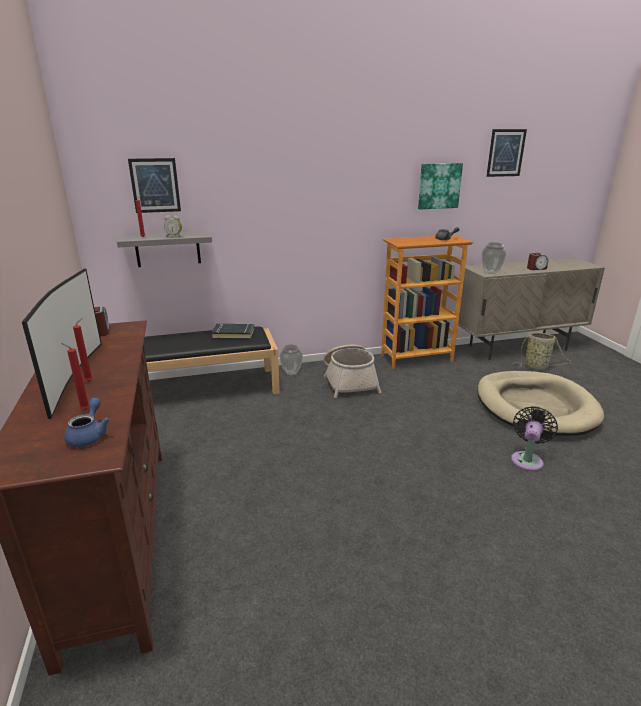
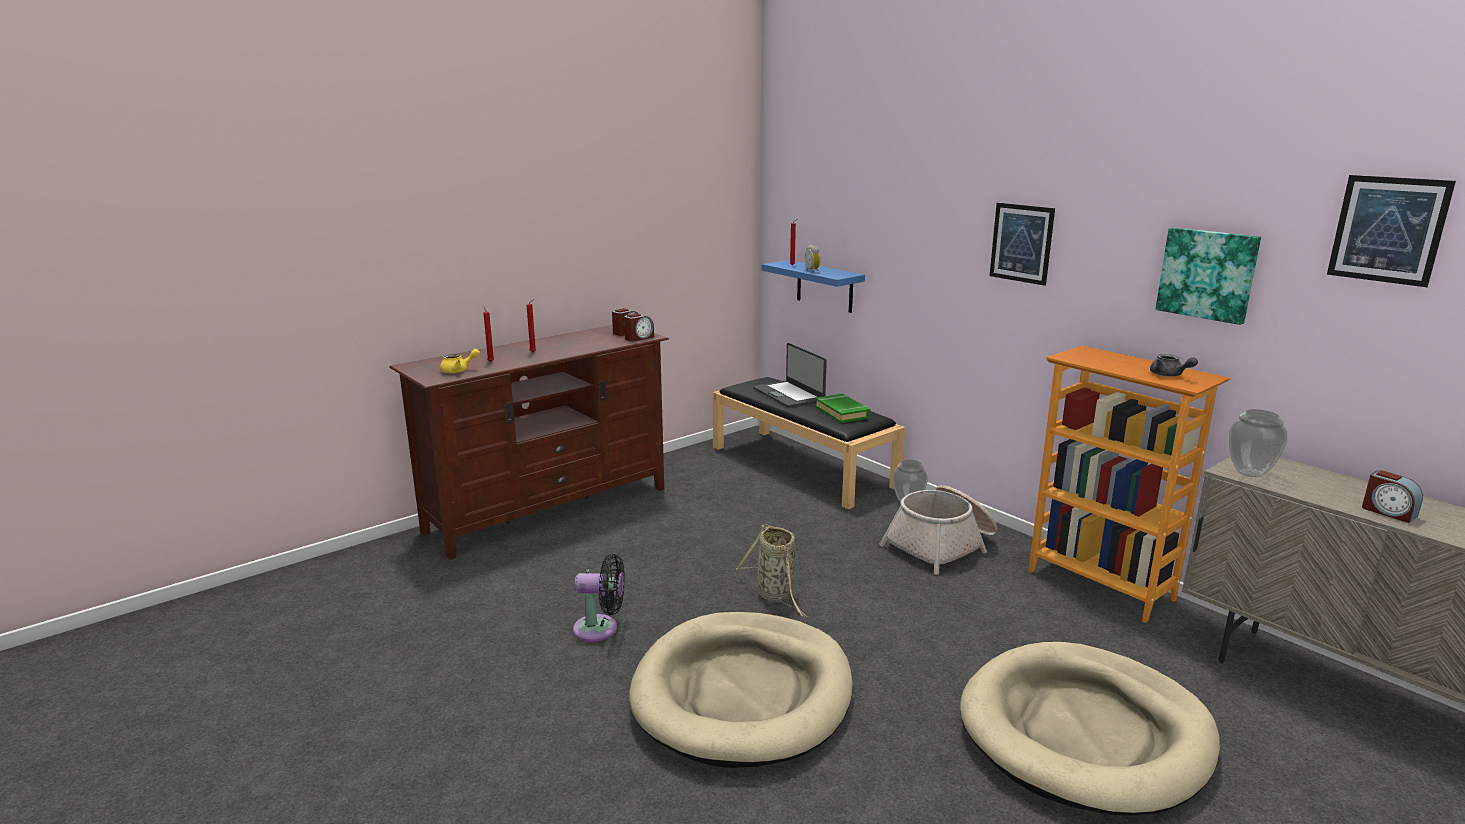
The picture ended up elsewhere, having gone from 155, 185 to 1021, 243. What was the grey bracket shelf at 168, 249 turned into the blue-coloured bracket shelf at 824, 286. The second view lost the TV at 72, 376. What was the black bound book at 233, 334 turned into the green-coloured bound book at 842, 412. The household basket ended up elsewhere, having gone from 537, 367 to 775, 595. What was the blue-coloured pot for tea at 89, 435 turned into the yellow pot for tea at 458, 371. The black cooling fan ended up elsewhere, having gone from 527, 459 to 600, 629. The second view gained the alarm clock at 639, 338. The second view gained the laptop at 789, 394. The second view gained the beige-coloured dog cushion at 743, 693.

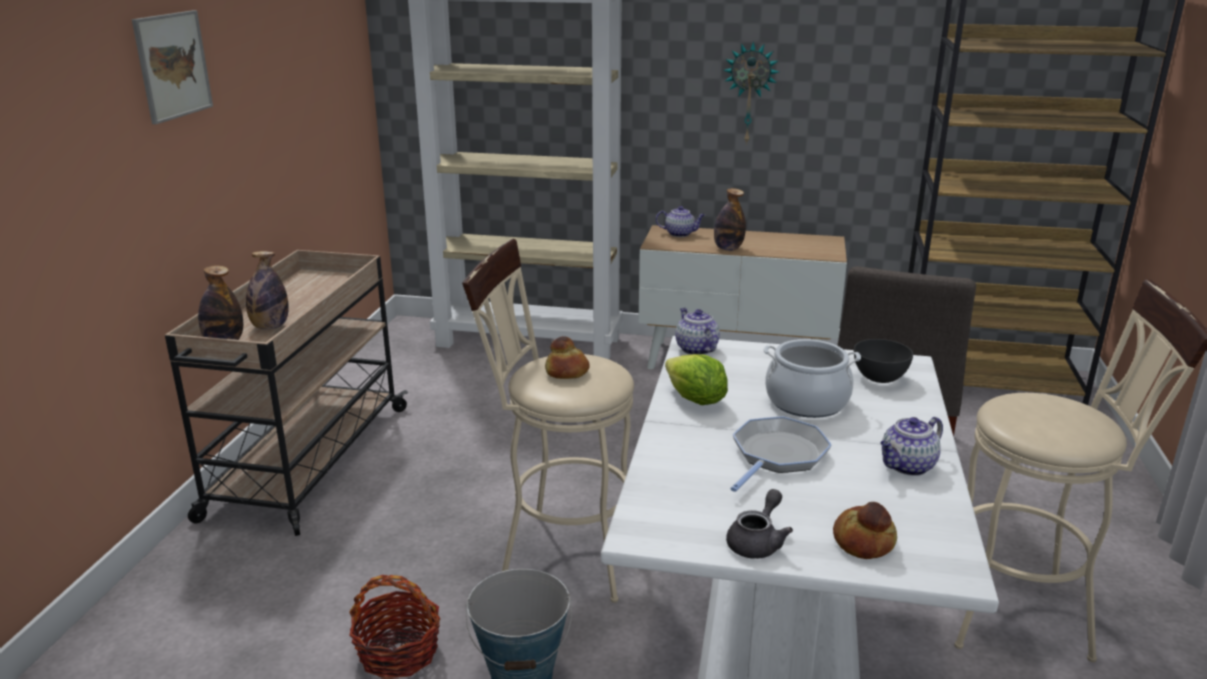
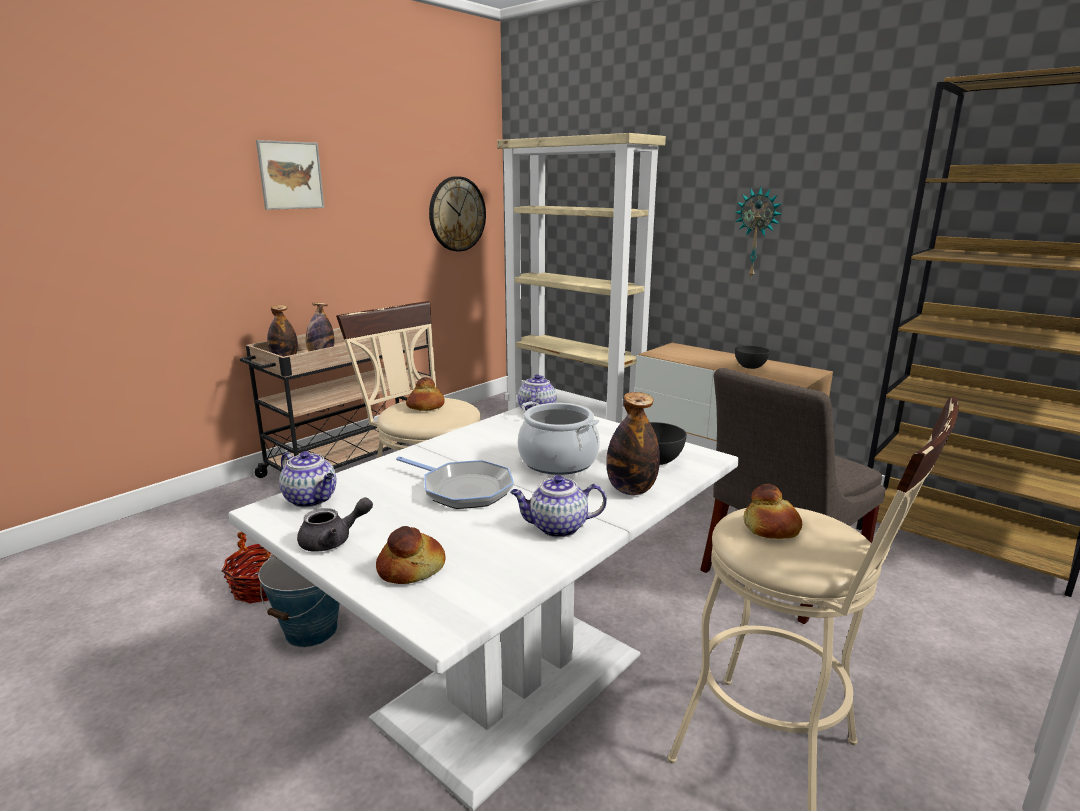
The bottle ended up elsewhere, having gone from 728, 249 to 631, 490. The pot for tea ended up elsewhere, having gone from 680, 234 to 312, 499. The second view lost the lettuce head at 695, 400. The skillet at 777, 455 ended up facing another way, 60 degrees clockwise from before. The second view gained the hanging clock at 457, 214. The second view gained the grey bowl at 750, 367. The second view gained the bread at 770, 529.

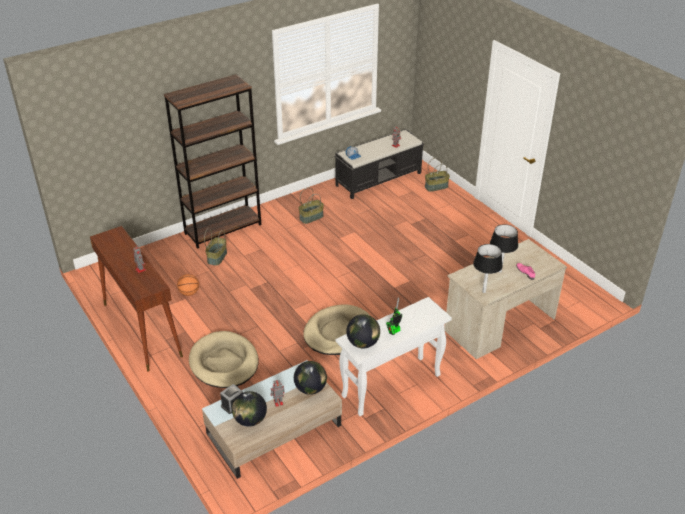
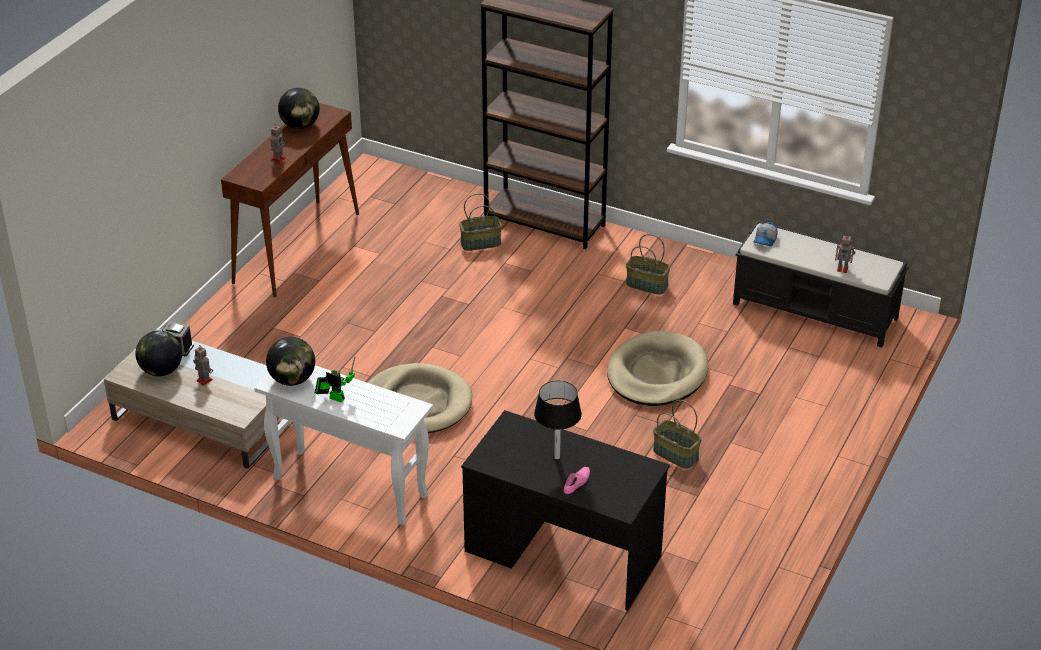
The household basket ended up elsewhere, having gone from 436, 186 to 676, 454. What was the beige-coloured desk at 499, 325 turned into the black desk at 562, 553. The second view lost the black table lamp at 484, 291. The second view lost the basketball at 189, 293. The beige-coloured dog cushion ended up elsewhere, having gone from 224, 362 to 656, 373. The desk globe ended up elsewhere, having gone from 310, 389 to 300, 126.

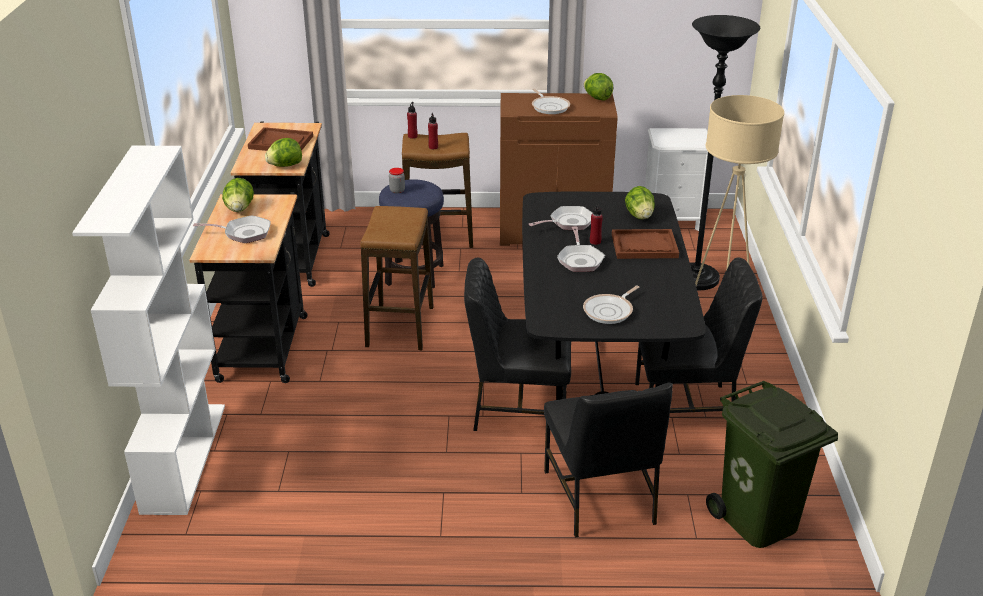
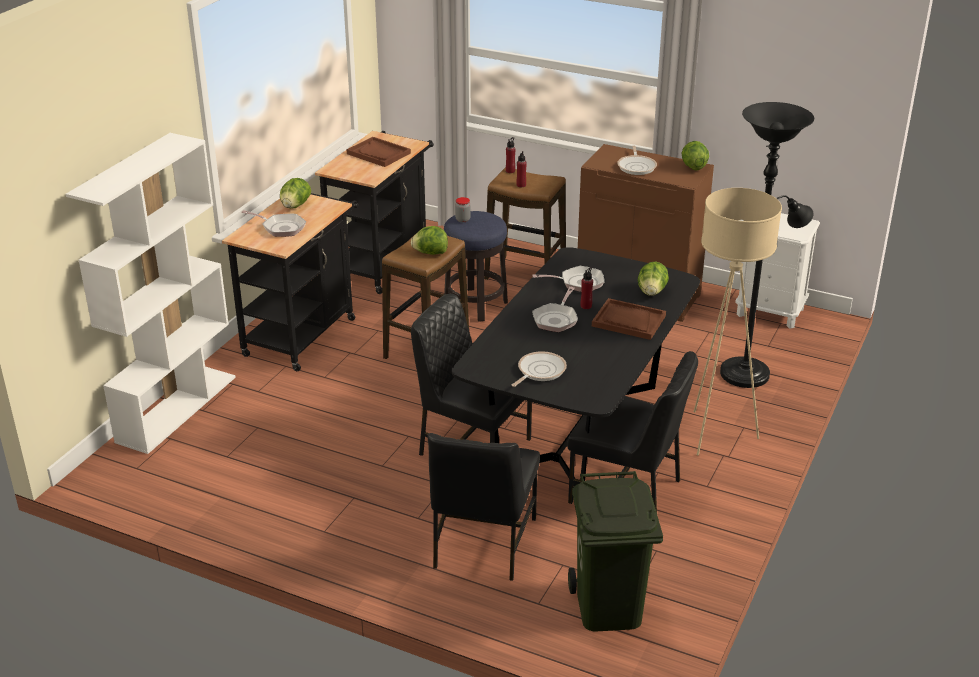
The lettuce head ended up elsewhere, having gone from 285, 165 to 430, 253. The skillet at 610, 311 ended up facing another way, 150 degrees clockwise from before.

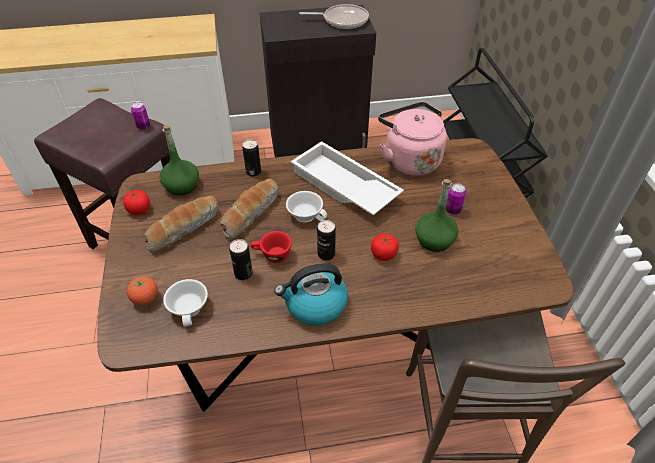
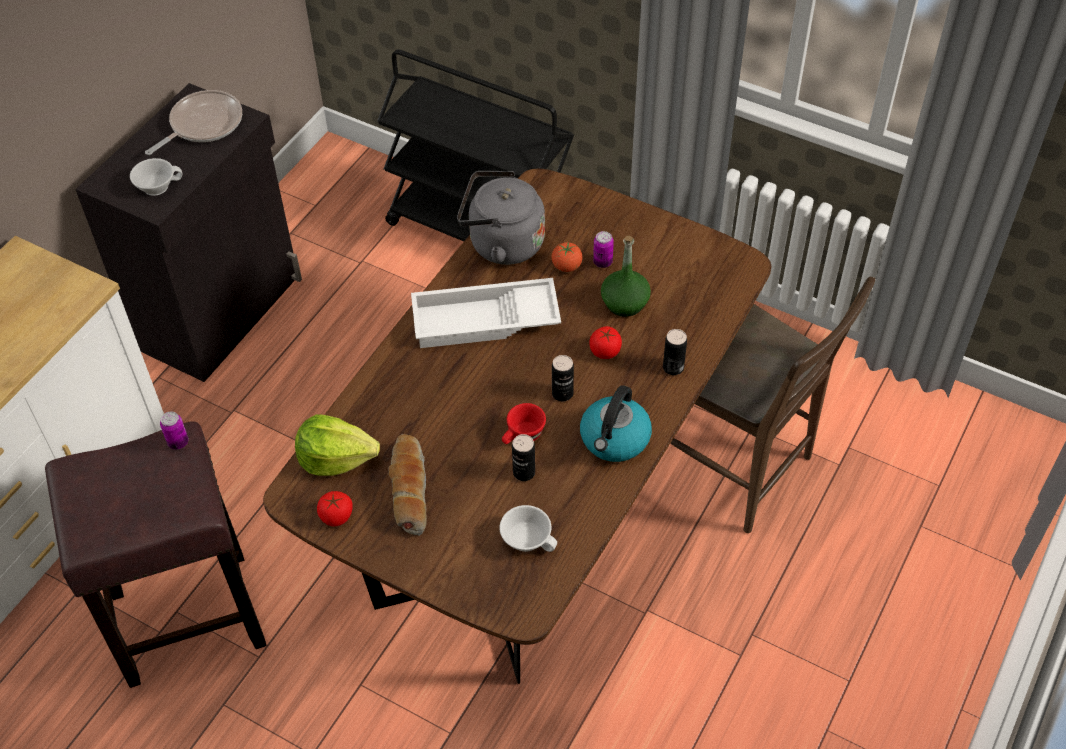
What was the pink-coloured water kettle at 409, 159 turned into the grey water kettle at 501, 244. Where the green-coloured bottle stood at 182, 186, the lettuce head came to stand at 336, 458. The sealed can ended up elsewhere, having gone from 253, 172 to 673, 367. The second view lost the bread at 250, 213. The white cup ended up elsewhere, having gone from 306, 214 to 157, 185. The tomato ended up elsewhere, having gone from 145, 298 to 566, 266.

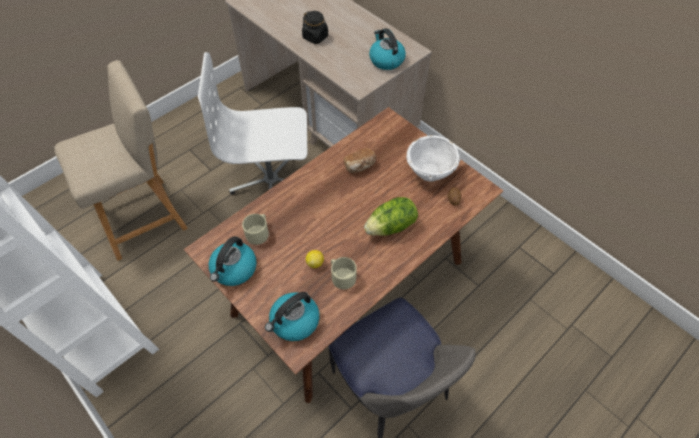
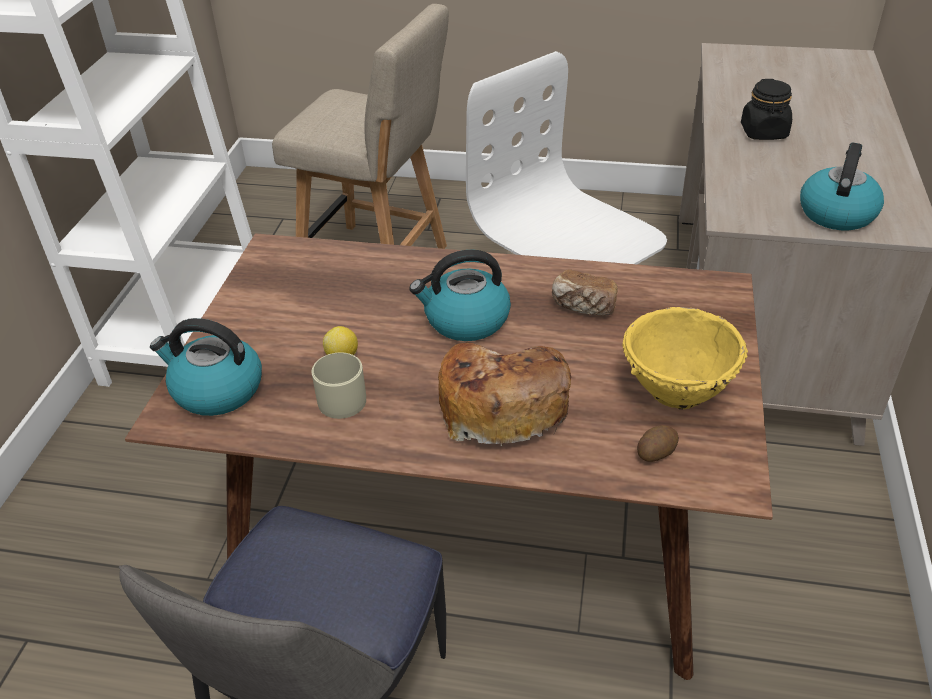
What was the white bowl at 430, 173 turned into the yellow bowl at 676, 392. Where the lettuce head stood at 391, 227, the bread came to stand at 501, 403. The second view lost the beige-coloured mug at 258, 232. The water kettle ended up elsewhere, having gone from 234, 270 to 465, 320.

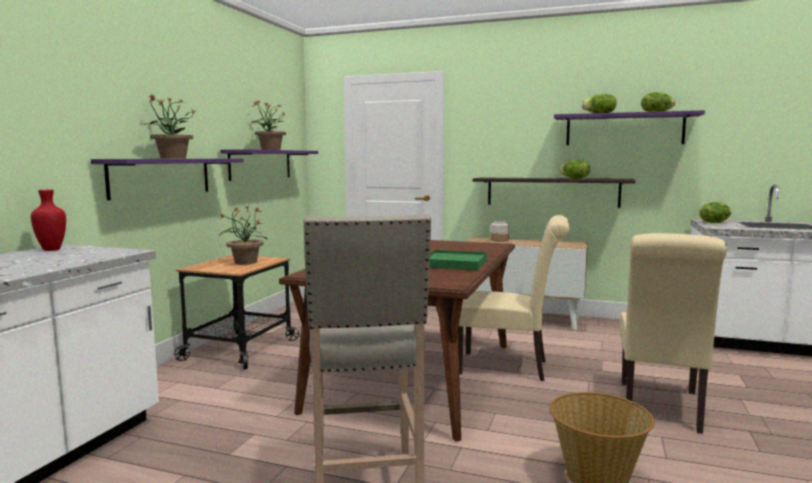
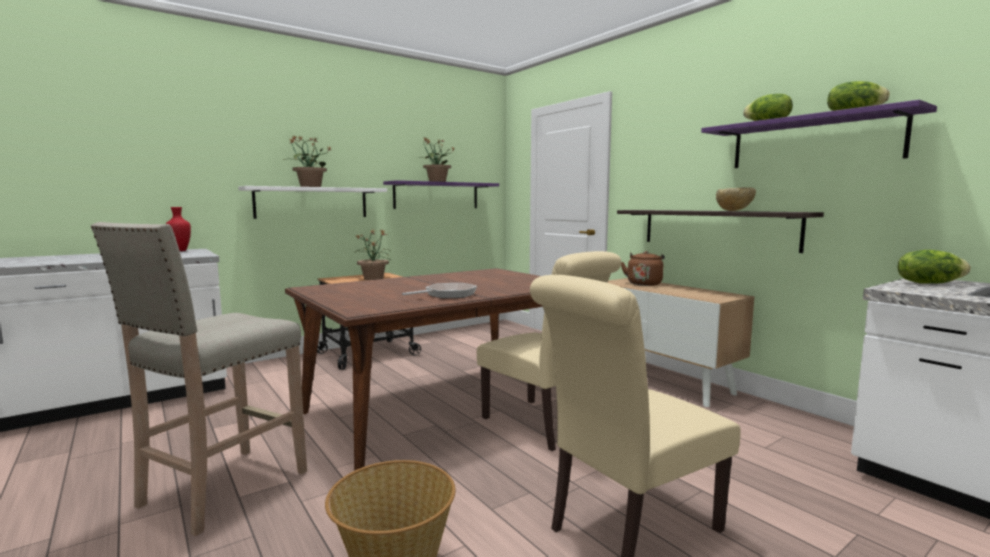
What was the purple bracket shelf at 161, 177 turned into the white bracket shelf at 312, 202. Where the lettuce head stood at 574, 178, the beige-coloured bowl came to stand at 734, 211. Where the preserve jar stood at 499, 240, the brown water kettle came to stand at 644, 283. Where the green-coloured serving tray stood at 454, 263, the skillet came to stand at 447, 295.

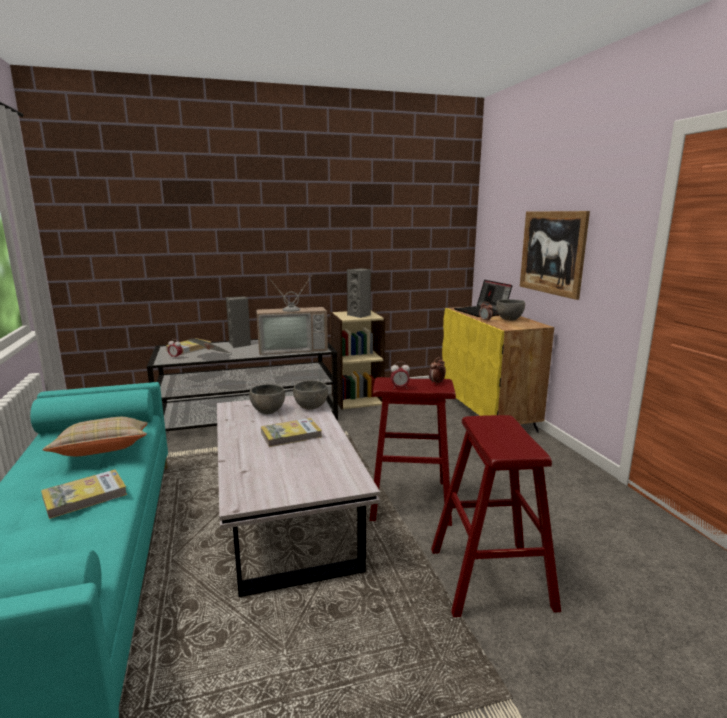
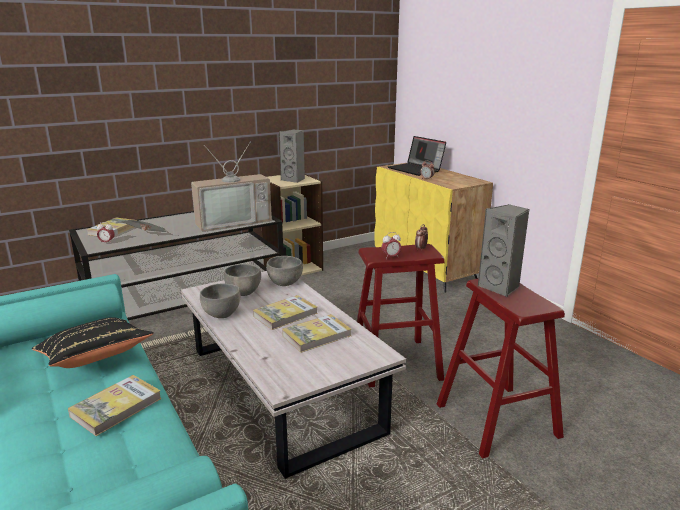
The second view lost the picture at 552, 252. The grey audio speaker ended up elsewhere, having gone from 240, 344 to 501, 287. The grey bowl ended up elsewhere, having gone from 509, 319 to 222, 314. What was the beige-coloured cushion at 103, 452 turned into the black cushion at 95, 358. The second view gained the bound book at 316, 336.

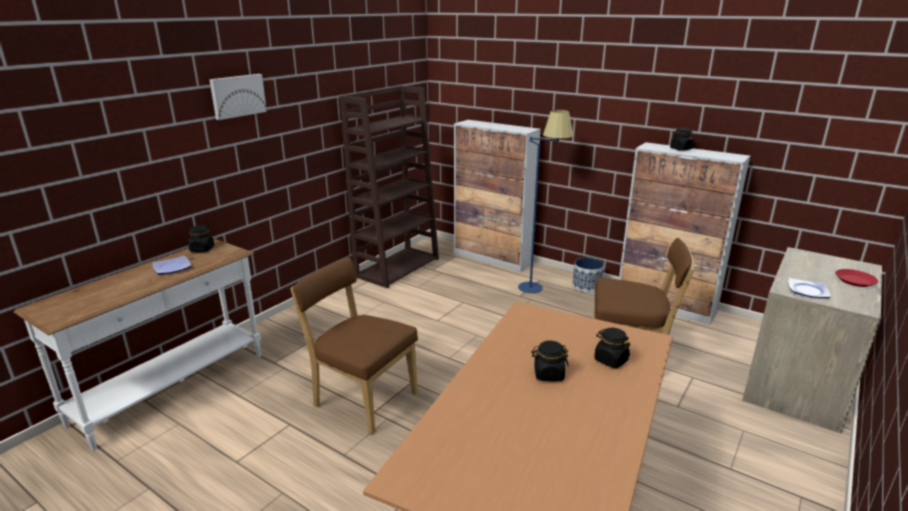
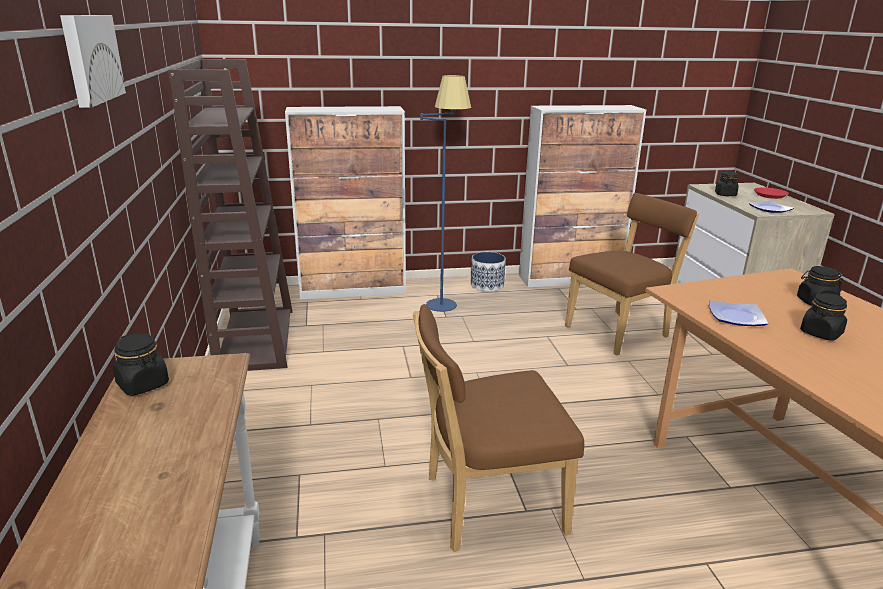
The black preserve jar ended up elsewhere, having gone from 681, 149 to 725, 194. The flat dish ended up elsewhere, having gone from 173, 268 to 737, 317.

